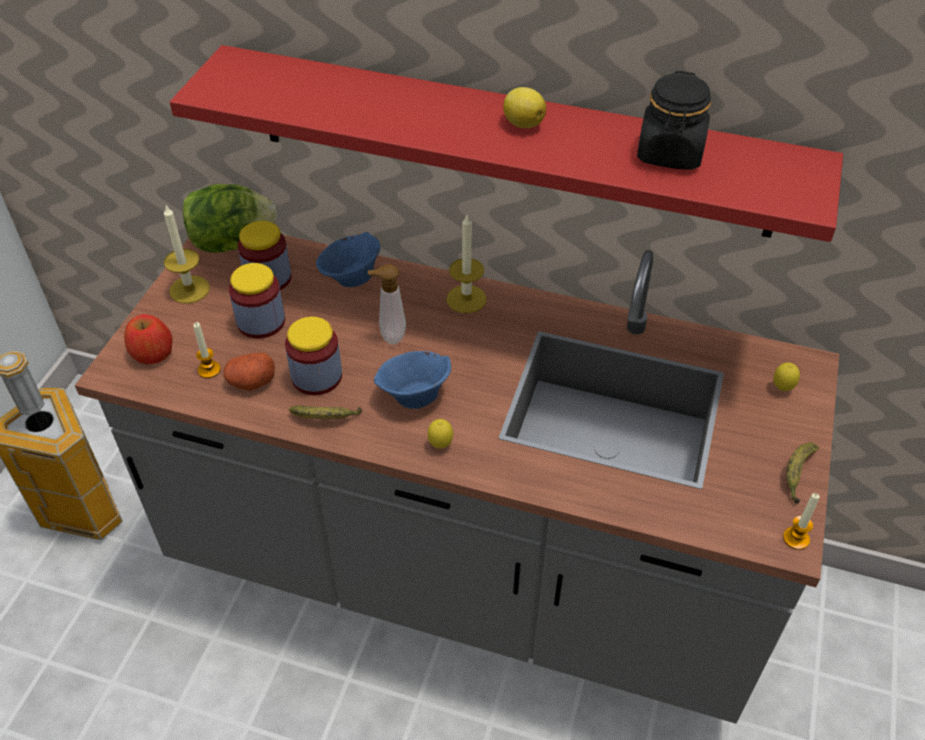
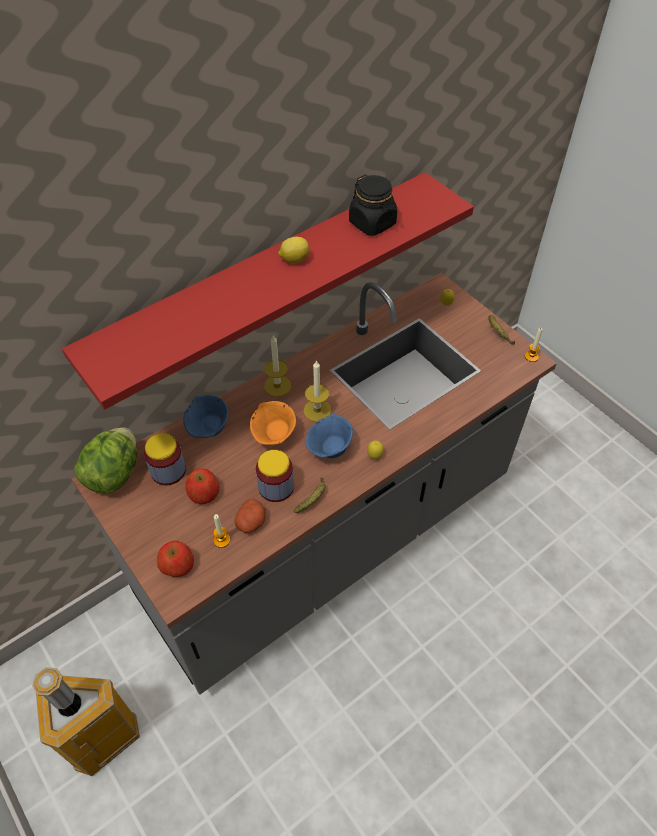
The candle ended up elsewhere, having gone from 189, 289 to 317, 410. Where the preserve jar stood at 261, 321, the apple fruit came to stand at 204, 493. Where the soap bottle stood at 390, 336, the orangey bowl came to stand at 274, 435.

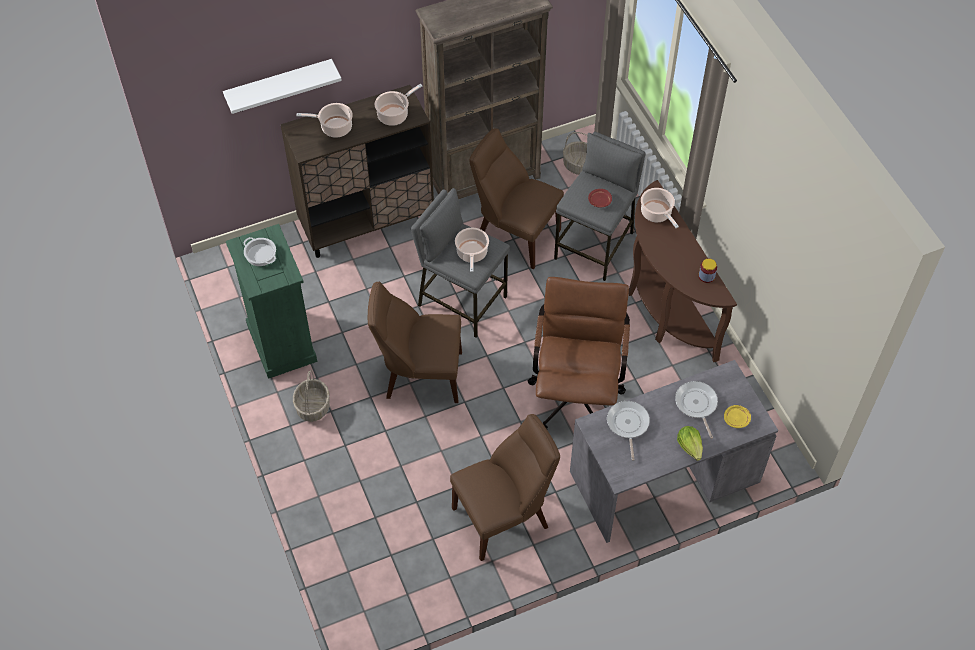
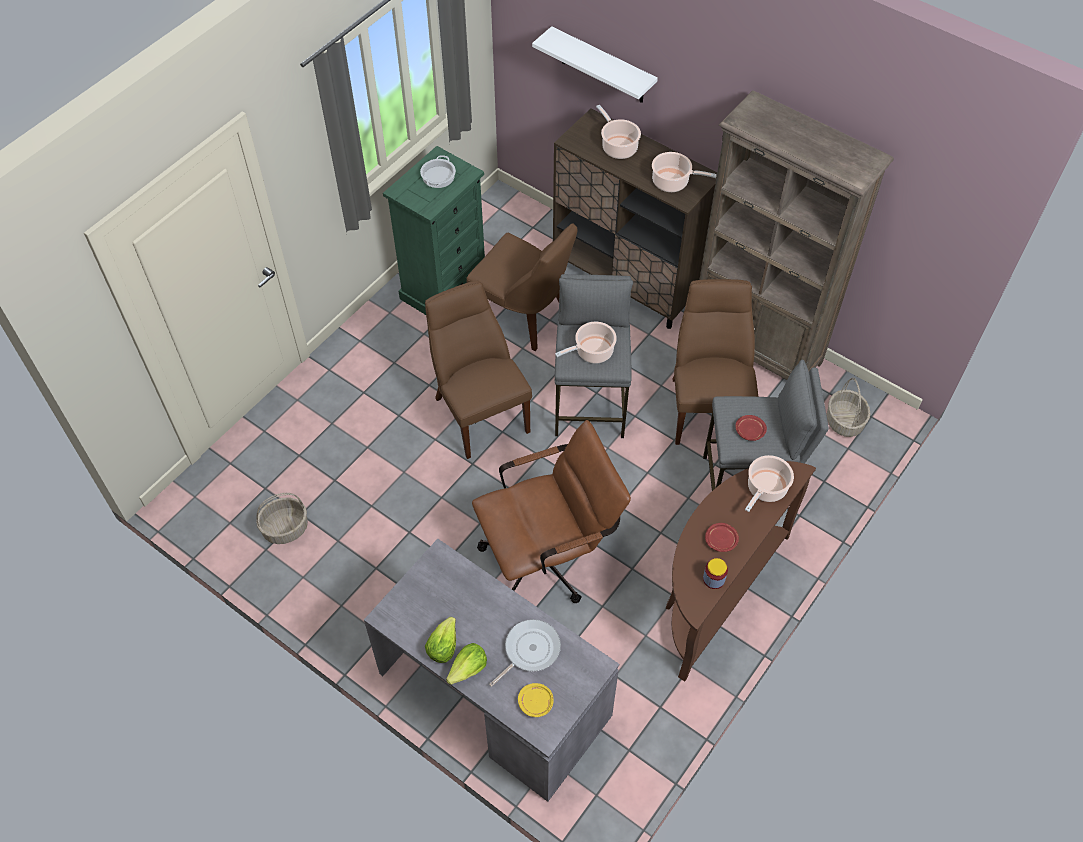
The household basket ended up elsewhere, having gone from 312, 407 to 286, 528. The second view lost the skillet at 627, 424. The brown upright chair ended up elsewhere, having gone from 504, 516 to 524, 316. The second view gained the red flat dish at 721, 540. The second view gained the lettuce head at 443, 646.

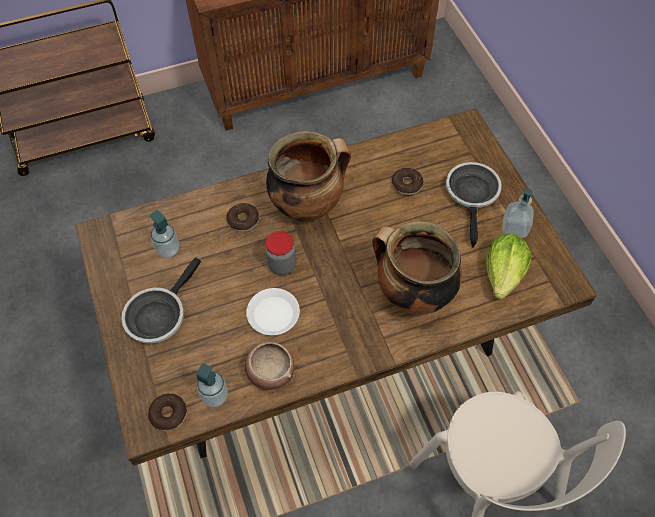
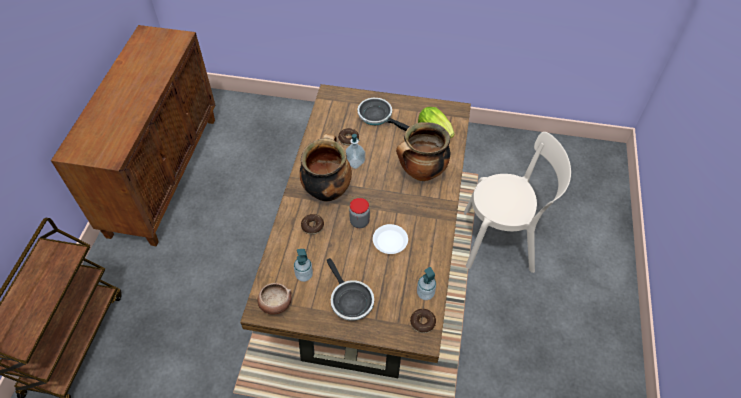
The soap bottle ended up elsewhere, having gone from 514, 228 to 355, 162. The bowl ended up elsewhere, having gone from 270, 372 to 275, 304.

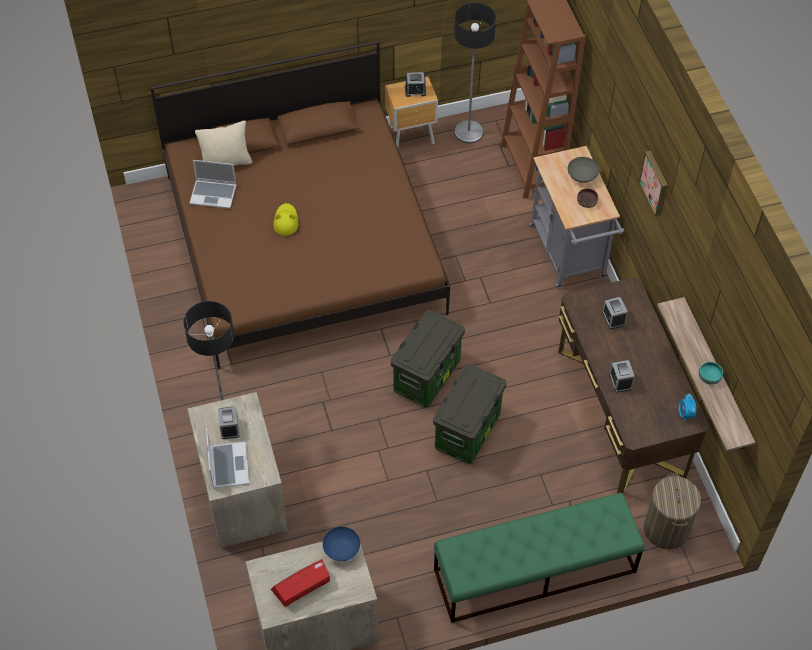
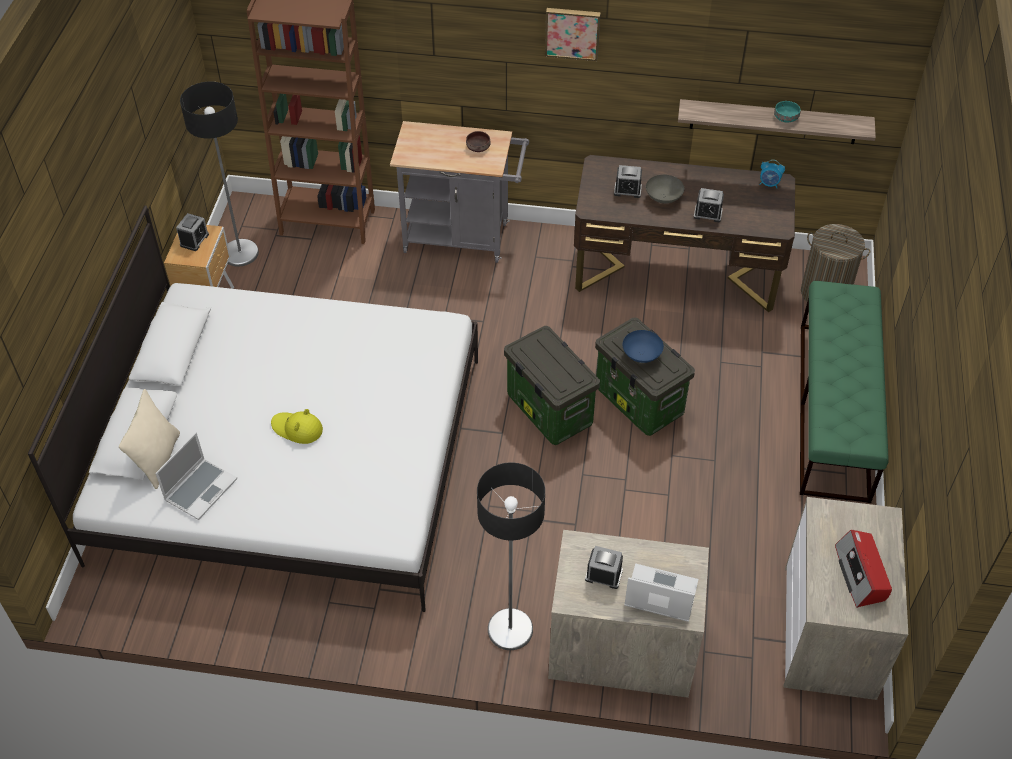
What was the brown bedroom bed at 304, 243 turned into the white bedroom bed at 291, 457. The grey bowl ended up elsewhere, having gone from 582, 176 to 663, 197. The blue-coloured bowl ended up elsewhere, having gone from 342, 549 to 641, 354.

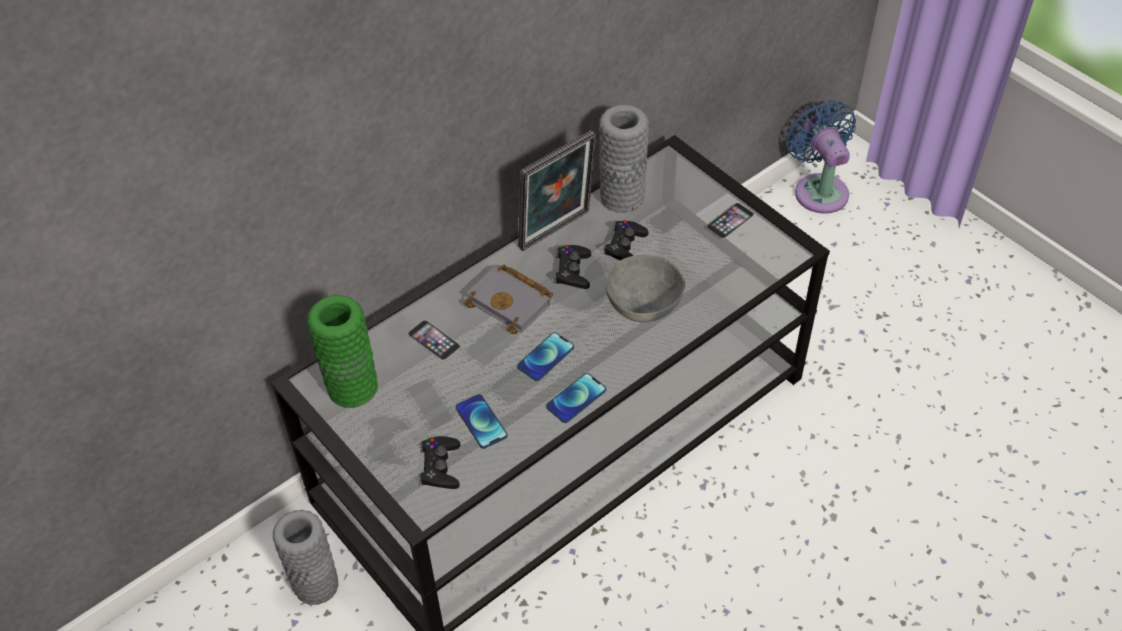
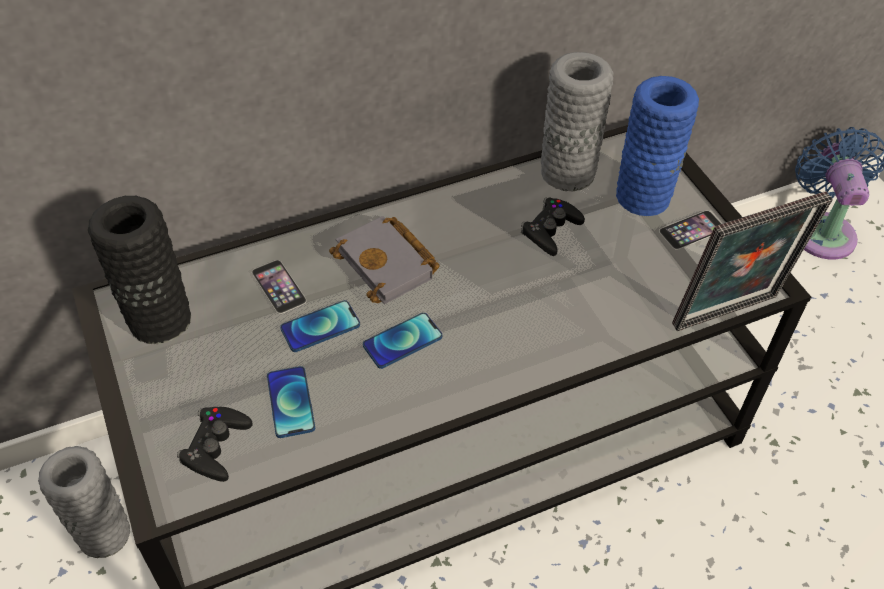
The standing frame ended up elsewhere, having gone from 557, 232 to 728, 316. The second view lost the black gamepad at 572, 271. The second view lost the grey bowl at 641, 307. What was the green-coloured flower vase at 352, 388 turned into the black flower vase at 159, 320. The telephone ended up elsewhere, having gone from 576, 398 to 320, 327. The second view gained the blue-coloured flower vase at 643, 196.

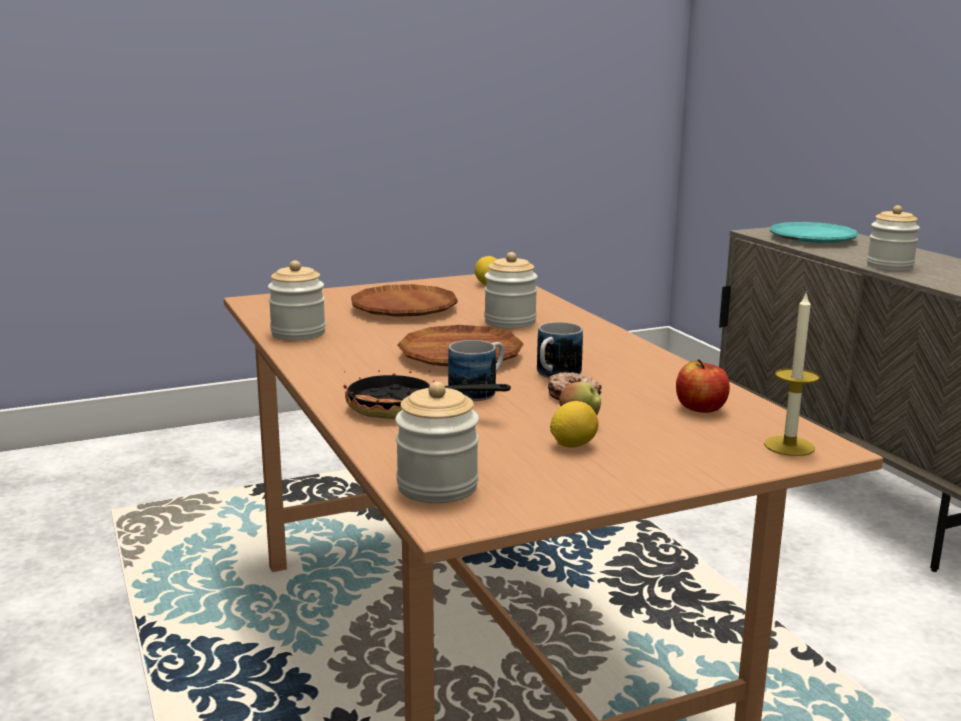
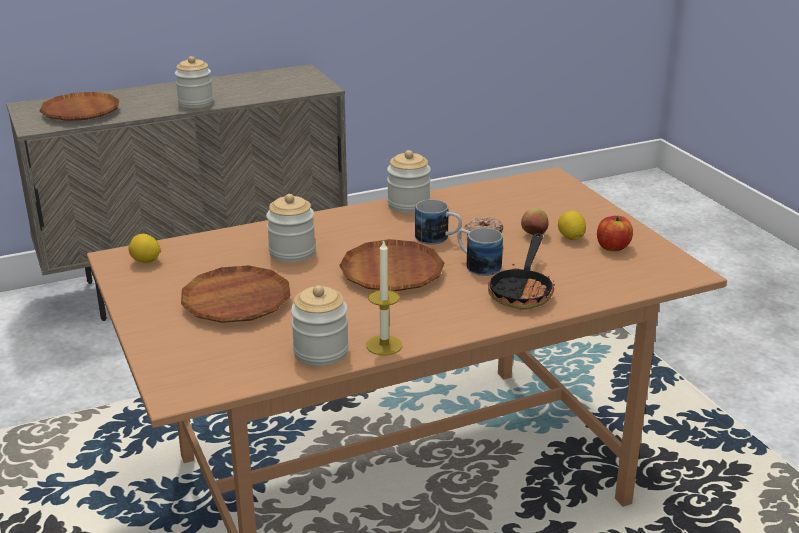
What was the turquoise-coloured flat dish at 812, 239 turned into the brown flat dish at 81, 112. The candle ended up elsewhere, having gone from 789, 446 to 384, 345. The apple fruit ended up elsewhere, having gone from 701, 408 to 612, 247. The preserve jar ended up elsewhere, having gone from 437, 487 to 408, 205.

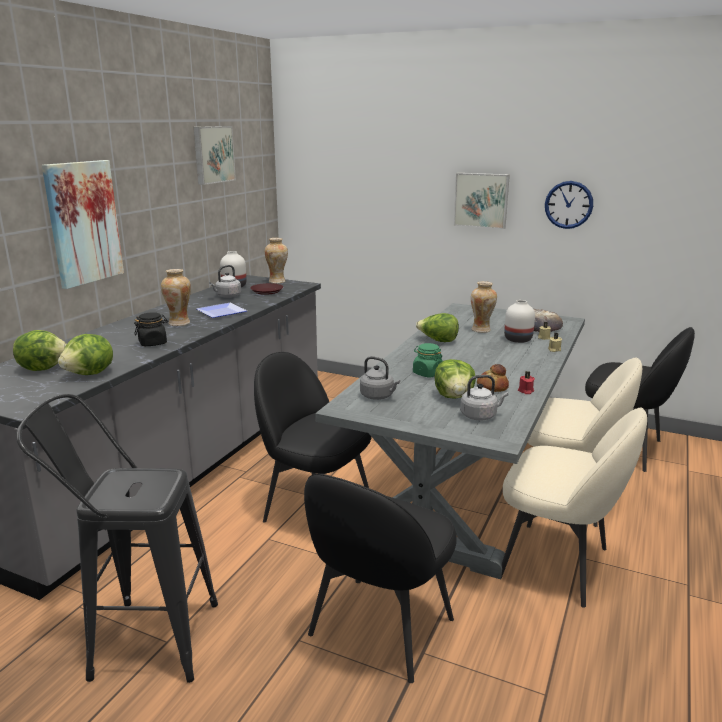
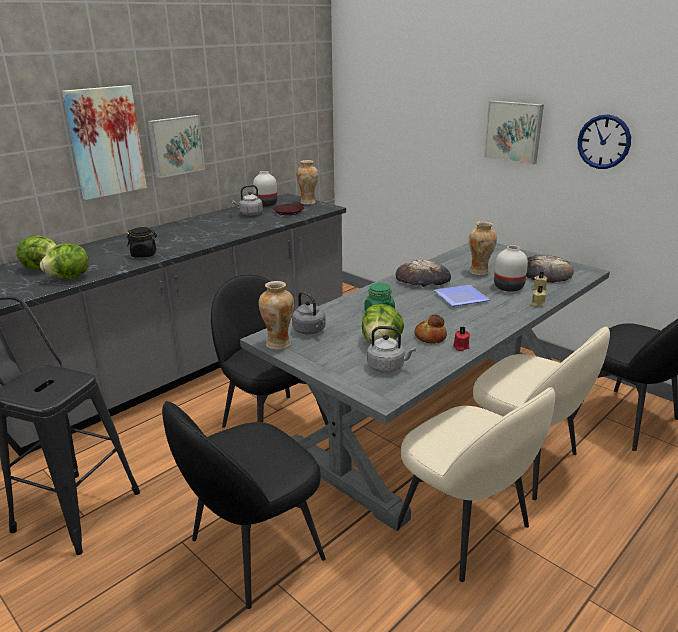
The picture ended up elsewhere, having gone from 212, 154 to 175, 145. The flower vase ended up elsewhere, having gone from 179, 323 to 279, 344. The flat dish ended up elsewhere, having gone from 220, 312 to 459, 297. Where the lettuce head stood at 438, 341, the bread came to stand at 423, 279.

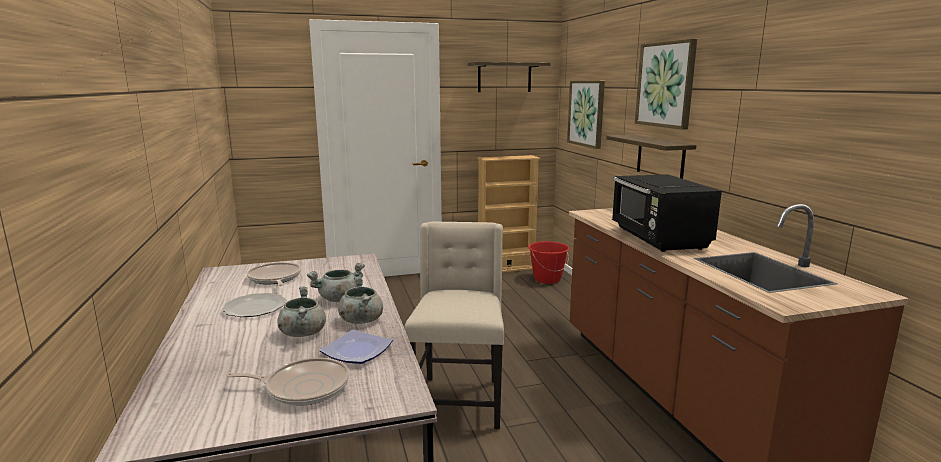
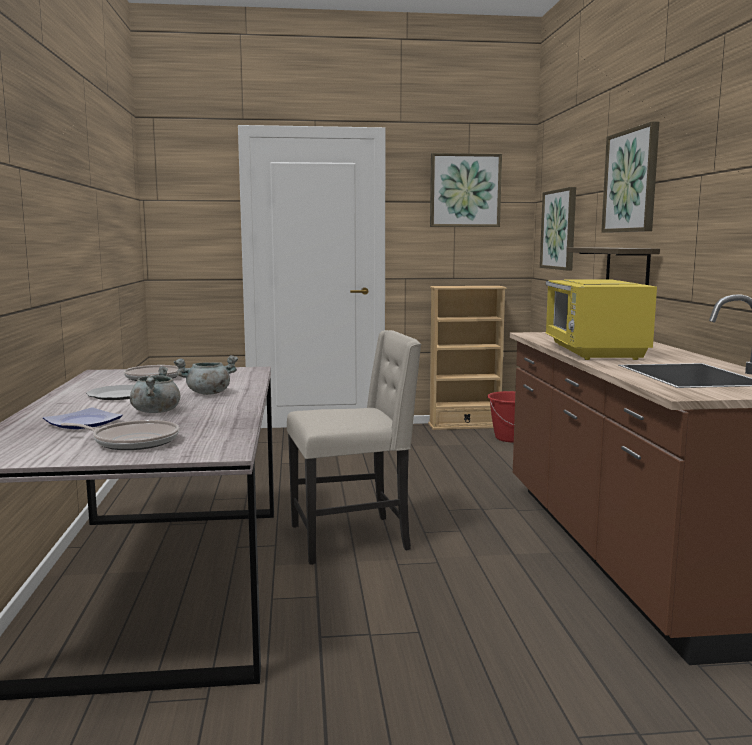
Where the bracket shelf hung at 504, 77, the picture came to hang at 465, 190. What was the black kitchen microwave at 658, 239 turned into the yellow kitchen microwave at 593, 352. The beige-coloured upright chair at 458, 400 ended up facing another way, 60 degrees clockwise from before. The second view lost the grey stockpot at 361, 320. The flat dish ended up elsewhere, having gone from 357, 350 to 84, 423.

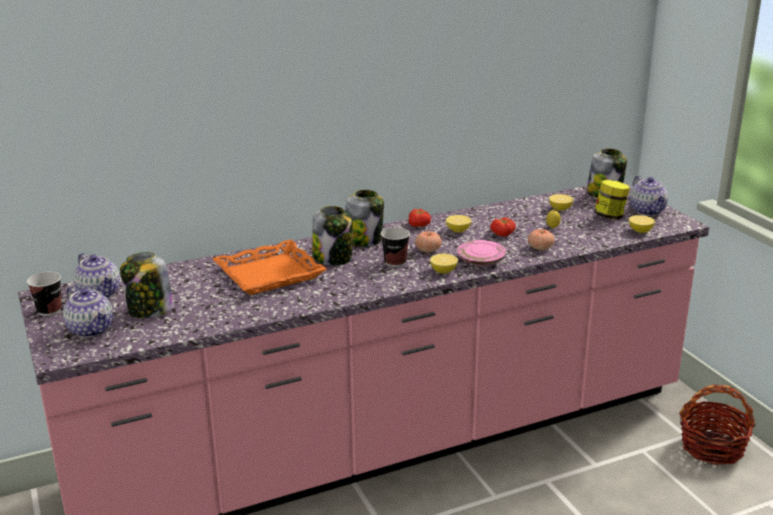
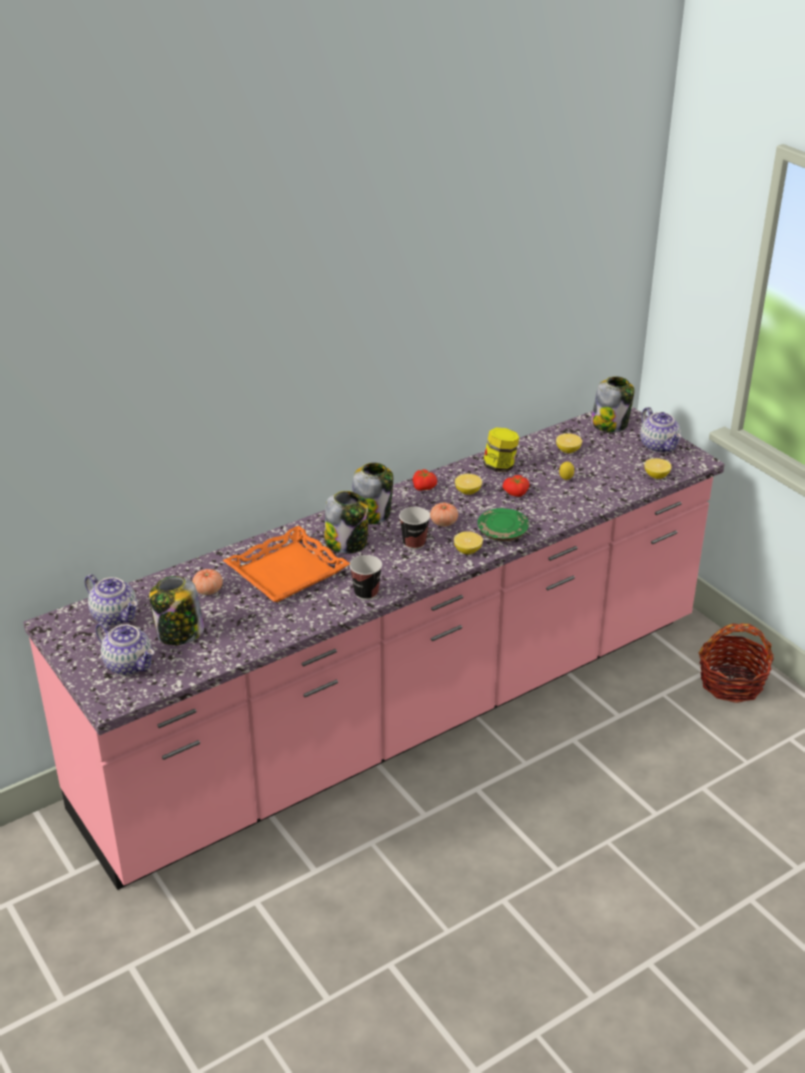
The preserve jar ended up elsewhere, having gone from 610, 216 to 500, 466. The tomato ended up elsewhere, having gone from 540, 248 to 208, 590. What was the pink-coloured flat dish at 481, 261 turned into the green-coloured flat dish at 502, 533. The cup ended up elsewhere, having gone from 49, 310 to 366, 593.

